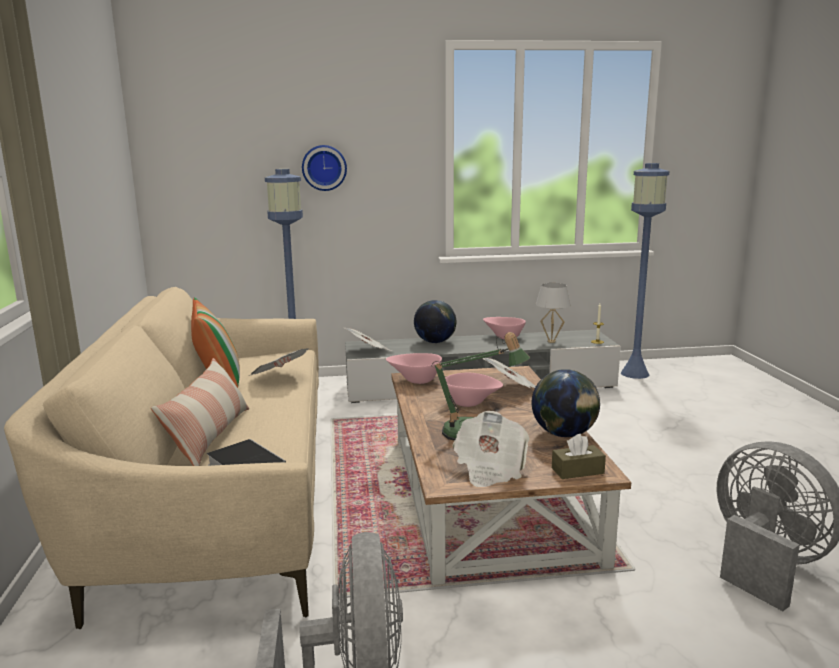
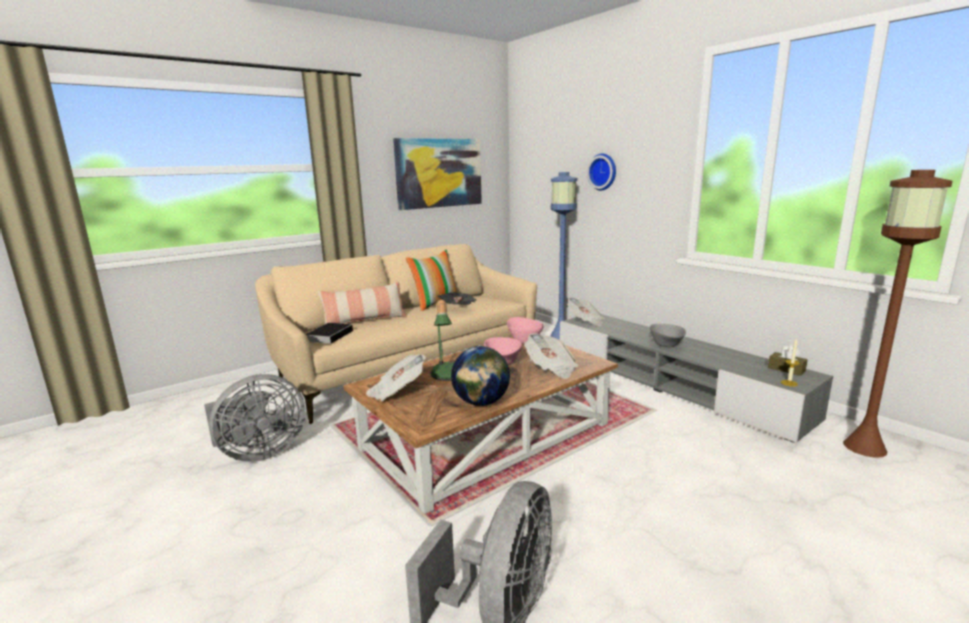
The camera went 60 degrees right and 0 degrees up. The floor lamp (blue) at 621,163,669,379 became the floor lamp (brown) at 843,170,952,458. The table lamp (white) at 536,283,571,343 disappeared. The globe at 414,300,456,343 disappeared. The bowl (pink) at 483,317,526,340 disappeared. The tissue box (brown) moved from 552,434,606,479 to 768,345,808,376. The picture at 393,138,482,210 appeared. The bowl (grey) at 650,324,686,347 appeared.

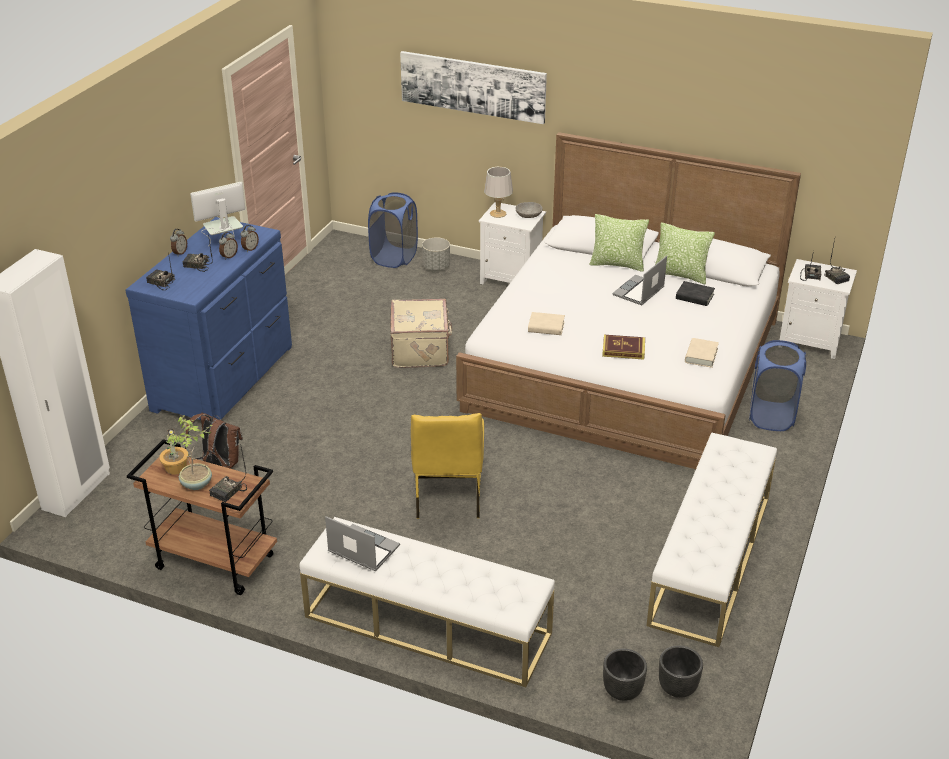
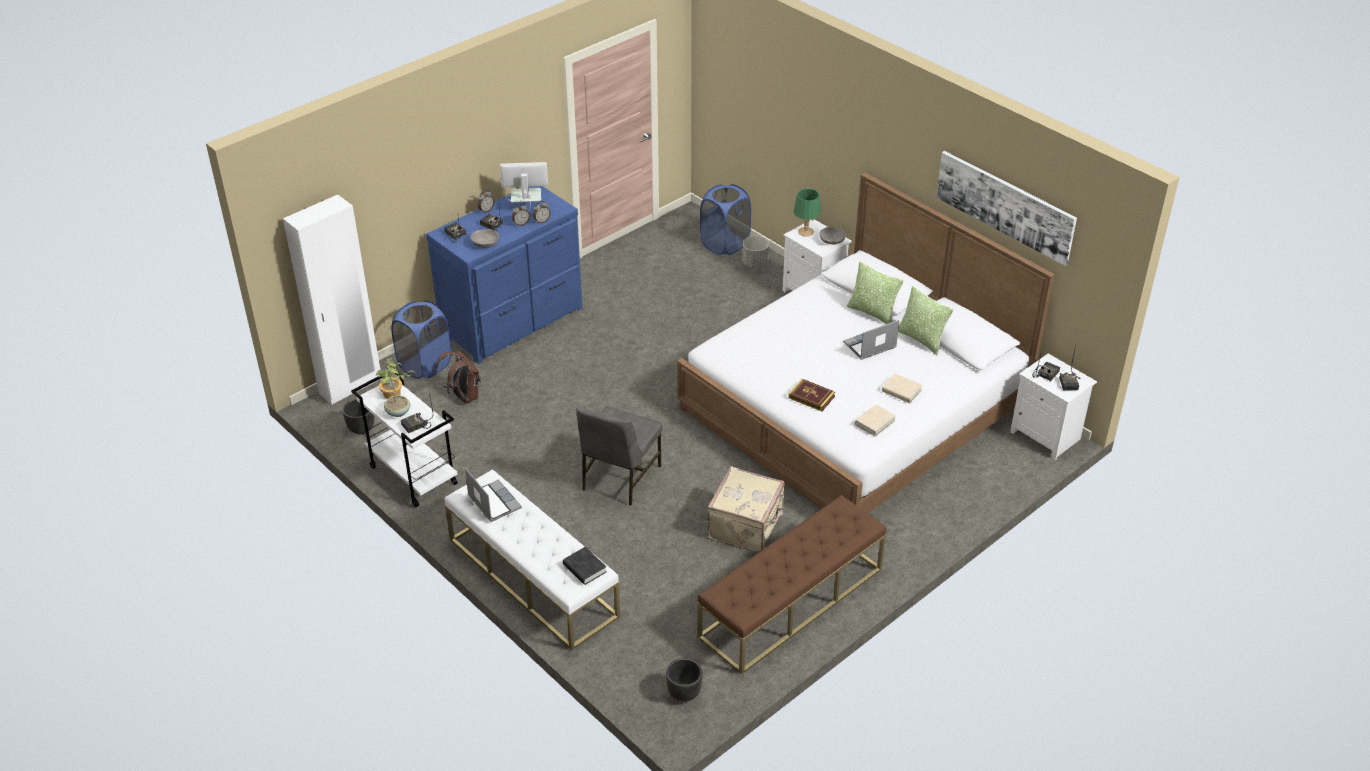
The camera went 25 degrees right and 5 degrees up. The picture moved from 400,51,547,124 to 936,151,1077,266. The table lamp (grey) at 484,167,513,218 became the table lamp (green) at 793,188,821,237. The book (black) moved from 676,281,715,306 to 563,547,606,585. The suitcase (beige) moved from 390,299,452,368 to 707,466,785,553. The book (beige) moved from 528,312,565,335 to 882,374,922,403. The laundry basket (blue) moved from 749,340,806,431 to 391,300,452,379. The chair (yellow) at 411,413,484,519 became the chair (grey) at 576,406,663,506. The bench (white) at 646,433,777,647 became the bench (brown) at 697,495,886,675. The cart (brown) at 127,439,277,595 became the cart (white) at 351,373,458,507. The planter (black) moved from 603,648,647,701 to 342,399,375,434. The bowl (grey) at 471,229,499,248 appeared.

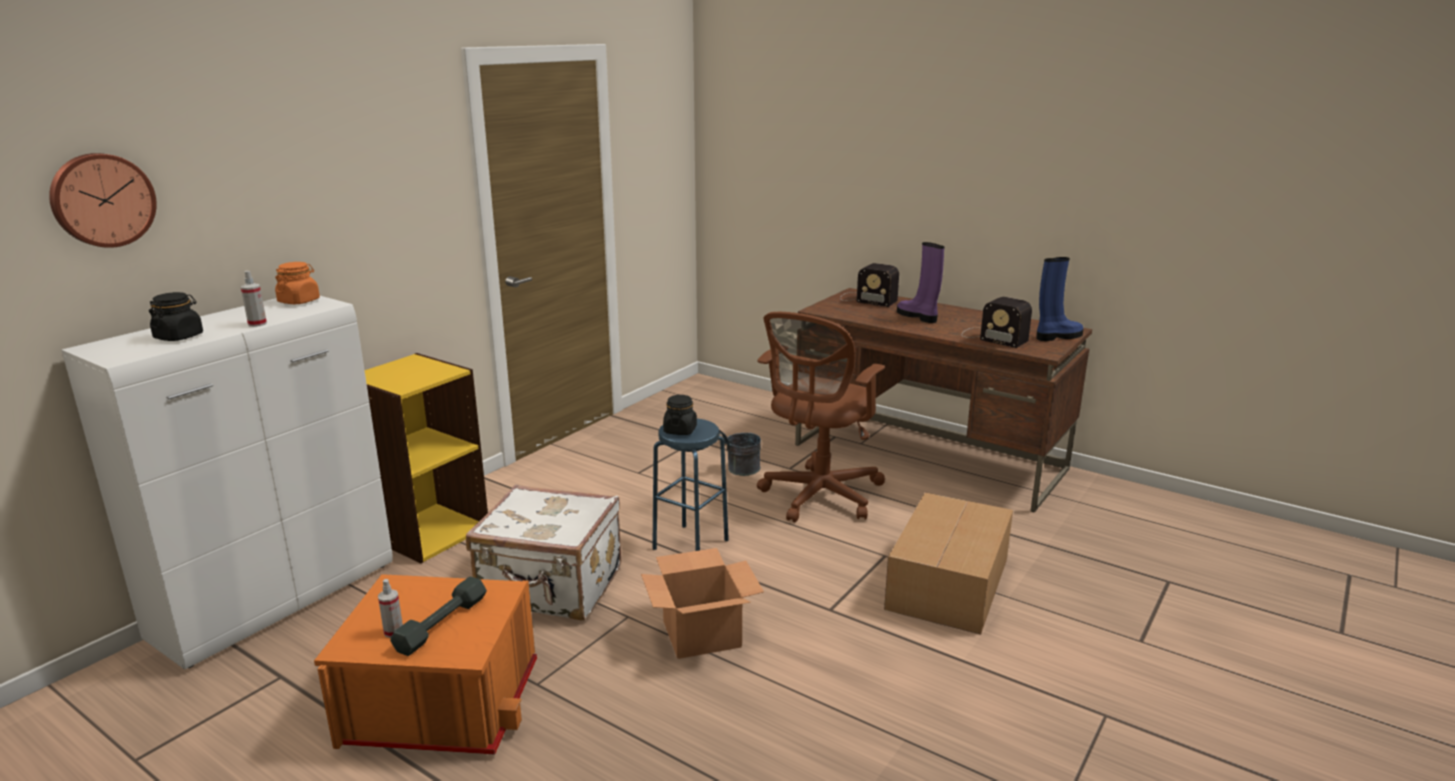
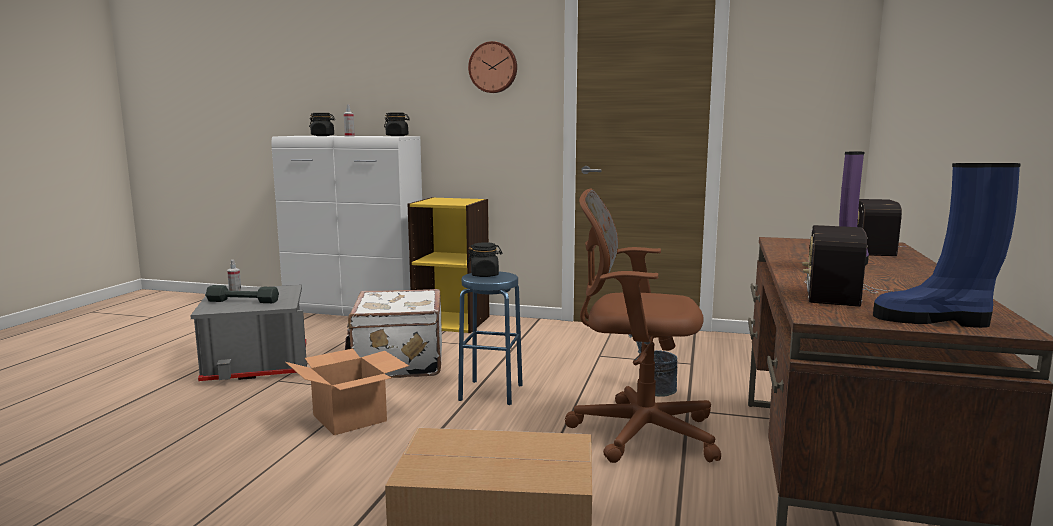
The camera went 70 degrees right and 10 degrees down. The wall clock moved from 49,153,157,248 to 468,41,517,93. The boot (blue) at 1036,257,1084,341 turned 150 degrees clockwise. The jar (orange) at 275,262,320,304 became the jar (black) at 384,113,410,136. The storage box (orange) at 314,574,537,755 became the storage box (grey) at 190,285,307,381.

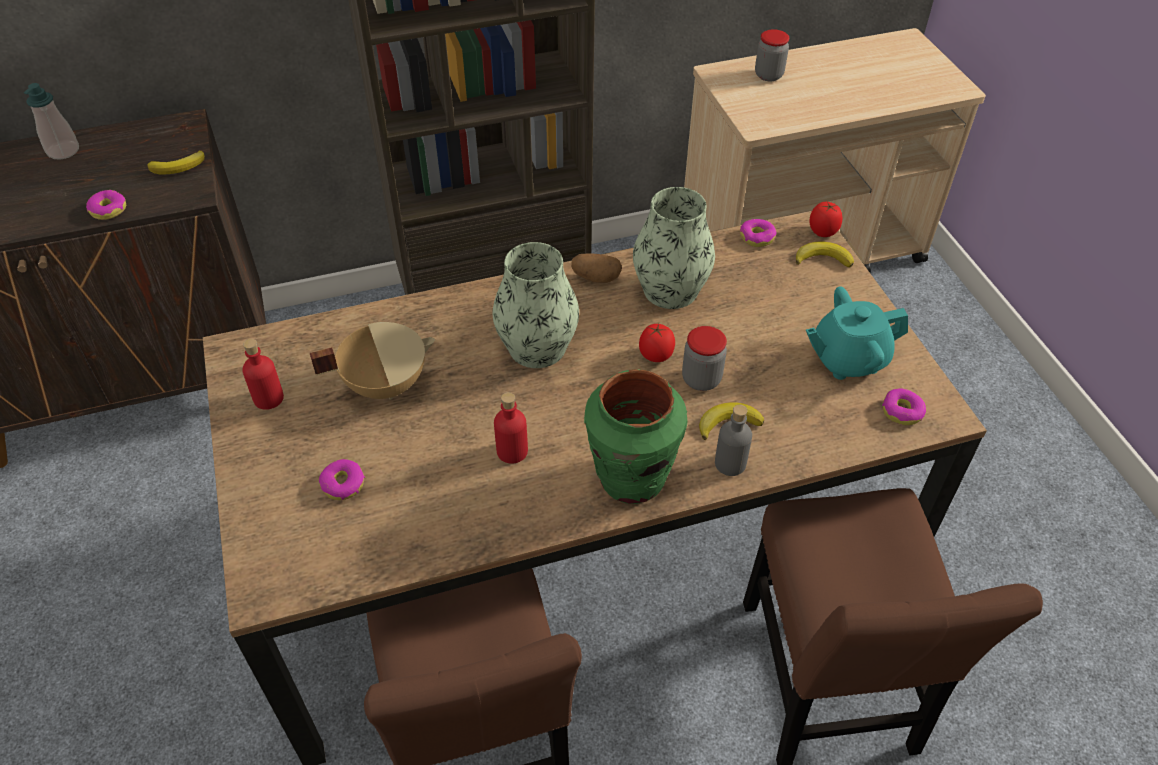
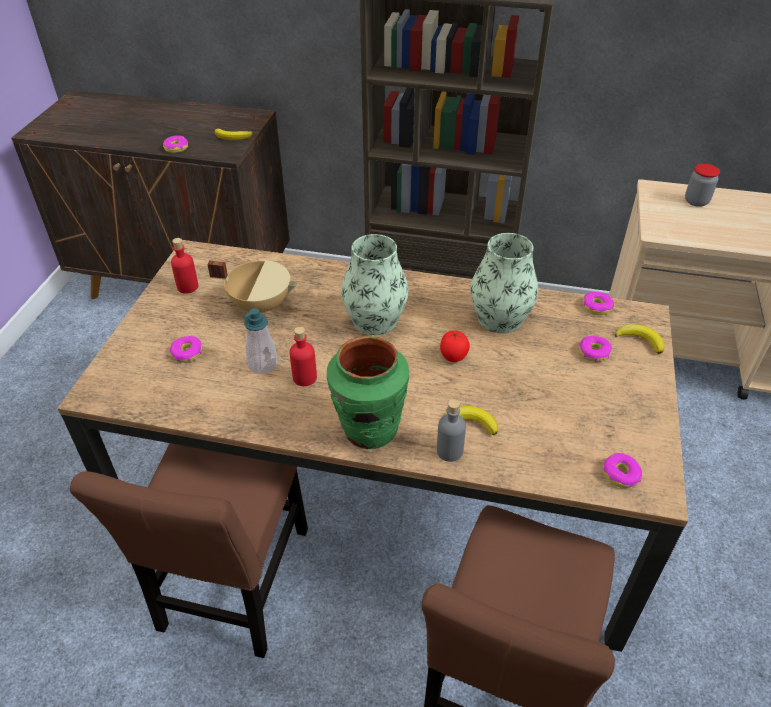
The camera went 30 degrees right and 5 degrees down. The soap dispenser moved from 24,83,79,160 to 243,308,277,374. The tomato at 809,202,842,237 disappeared. The potato at 571,254,622,283 disappeared. The teapot (turquoise) at 806,286,908,380 disappeared. The jar at 682,326,727,391 disappeared. The donut at 579,336,612,362 appeared.

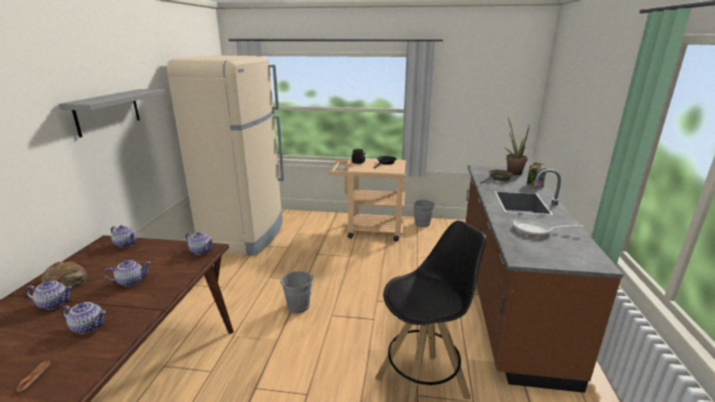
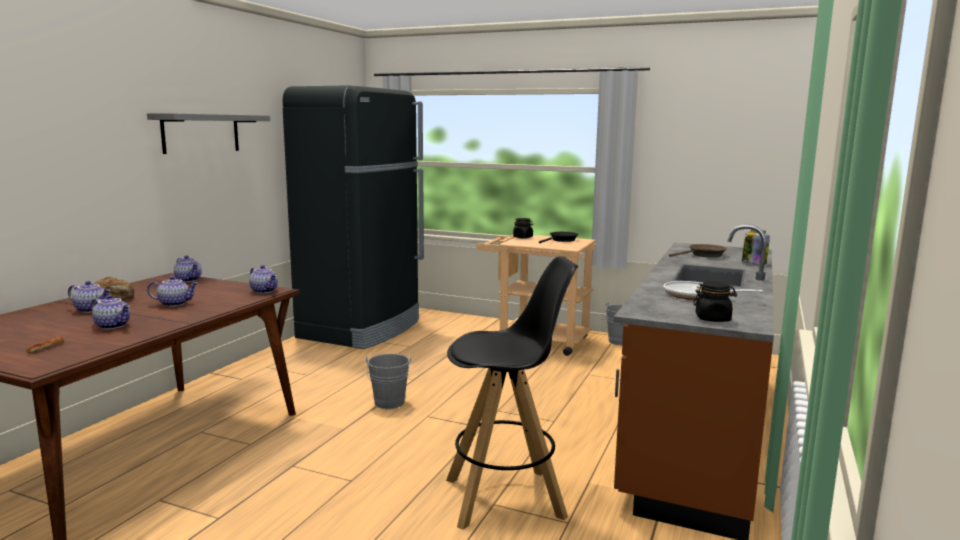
The camera went 15 degrees right and 10 degrees down. The fridge (beige) at 167,56,284,255 became the fridge (black) at 283,85,424,349. The potted plant at 505,118,530,175 disappeared. The jar (black) at 693,281,737,322 appeared.

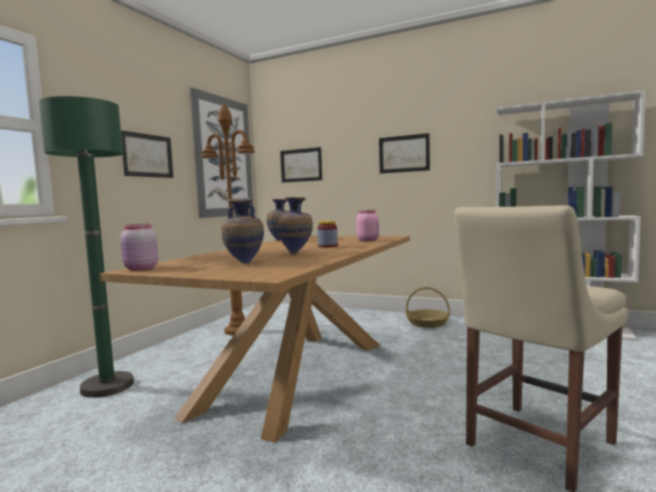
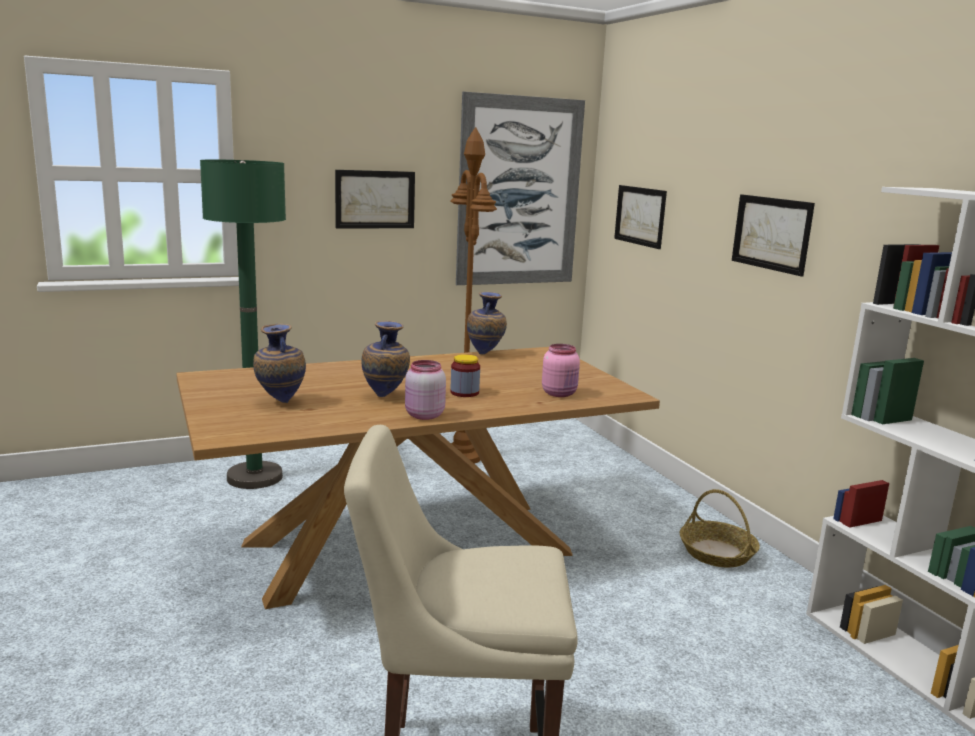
The camera went 40 degrees right and 10 degrees up. The jar (pink) moved from 120,224,158,271 to 405,360,446,420.

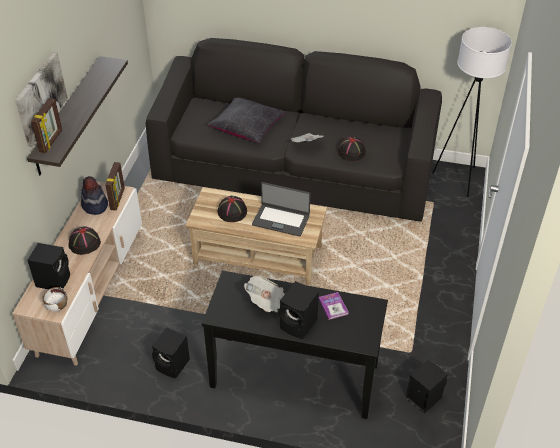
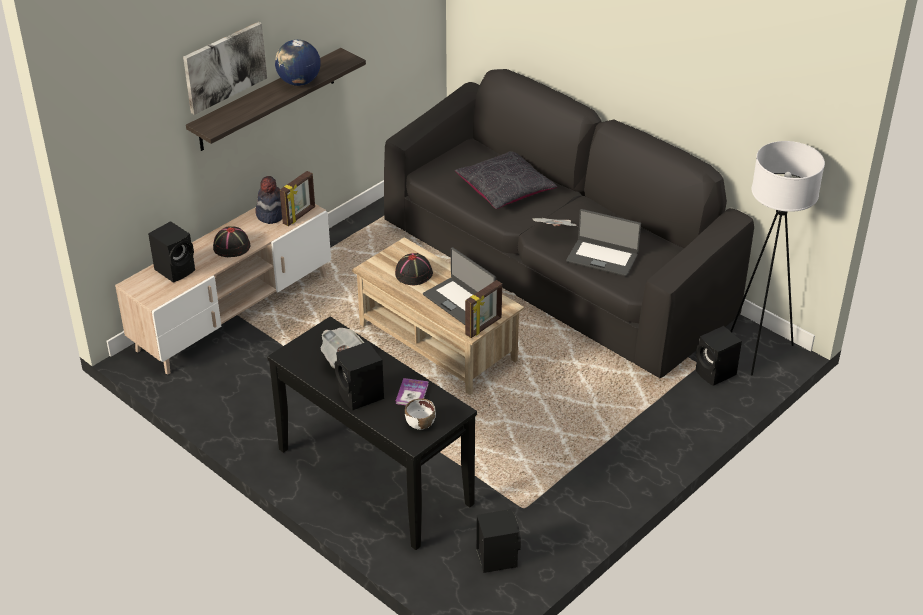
The camera went 30 degrees right and 5 degrees down. The picture frame moved from 31,98,62,153 to 465,280,502,338. The hat (black) at 338,137,366,161 was replaced by the laptop at 566,209,641,276. The bowl (white) moved from 42,287,68,312 to 405,398,436,430. The speaker (black) moved from 152,327,190,378 to 696,326,742,386. The globe at 275,40,321,86 appeared.

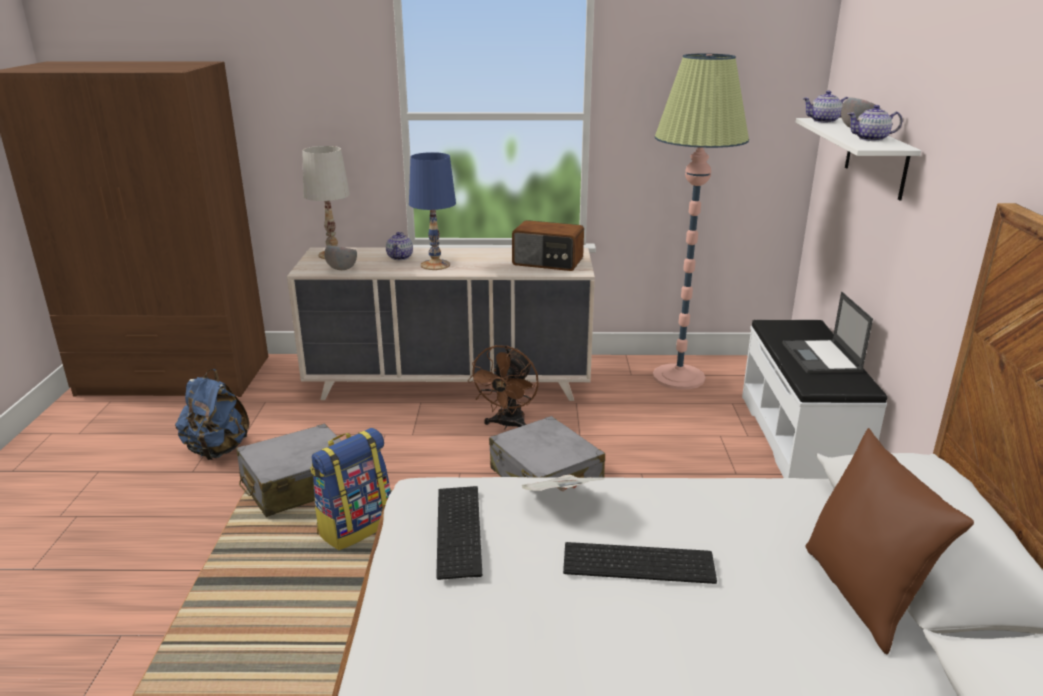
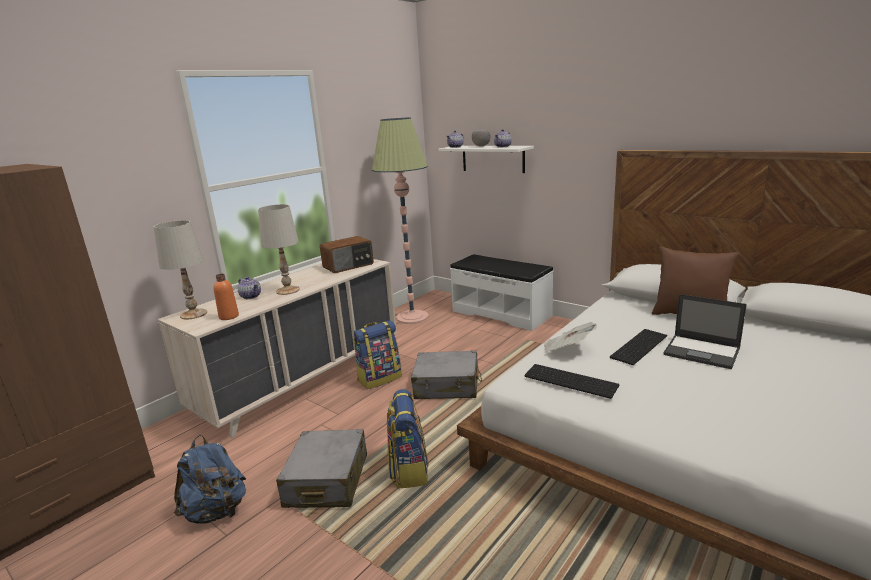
The camera went 50 degrees left and 5 degrees down. The table lamp (blue) at 409,152,456,270 became the table lamp (white) at 258,204,300,295. The bowl (grey) at 324,245,357,270 was replaced by the bottle (orange) at 214,274,239,320. The laptop moved from 782,292,873,373 to 663,294,747,369. The fan (brown) at 468,345,539,429 was replaced by the backpack at 353,320,402,389.

